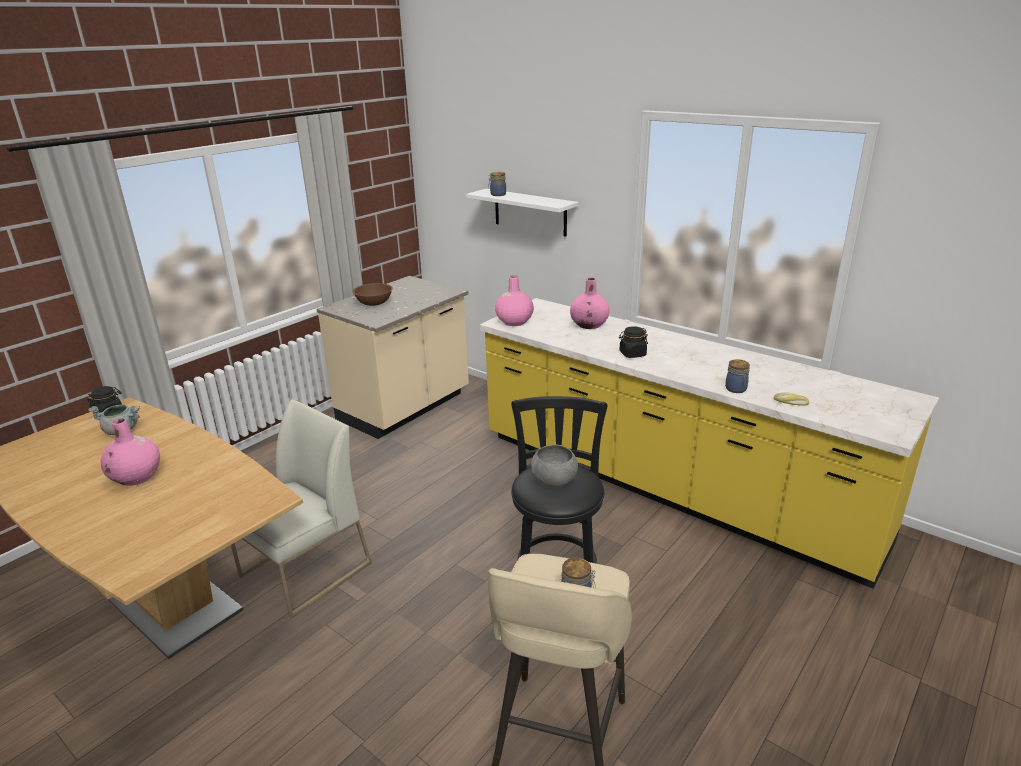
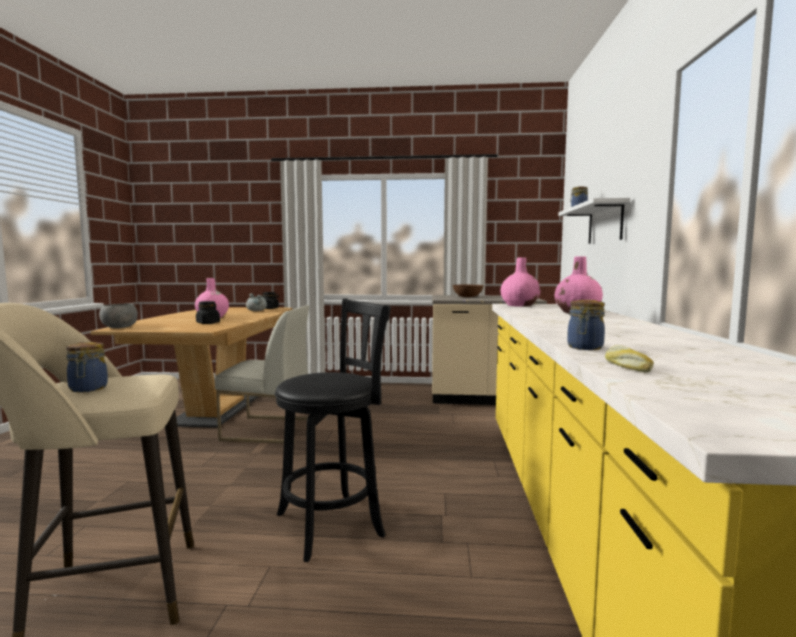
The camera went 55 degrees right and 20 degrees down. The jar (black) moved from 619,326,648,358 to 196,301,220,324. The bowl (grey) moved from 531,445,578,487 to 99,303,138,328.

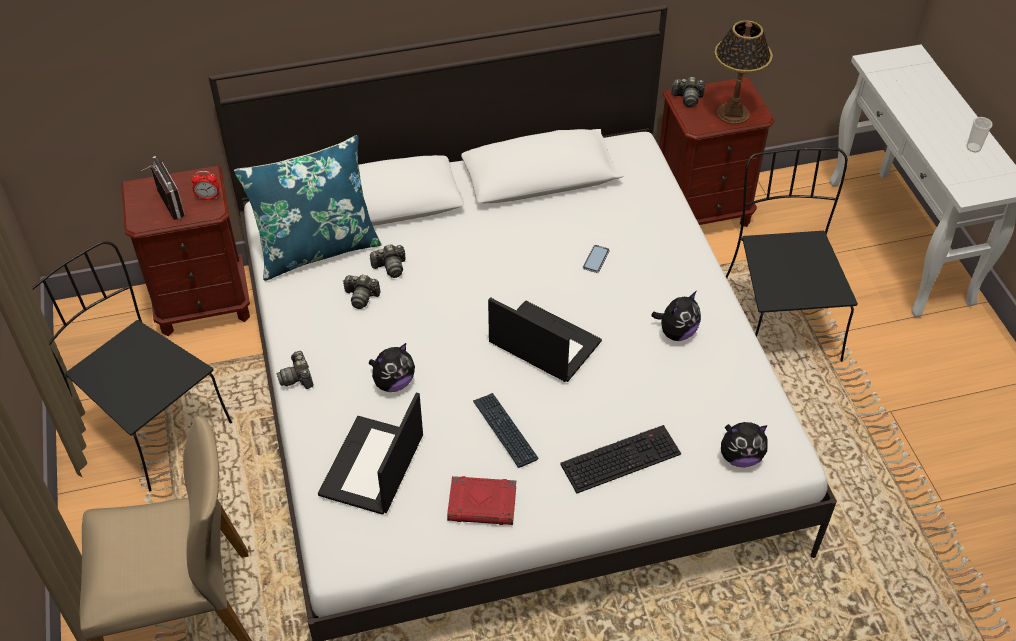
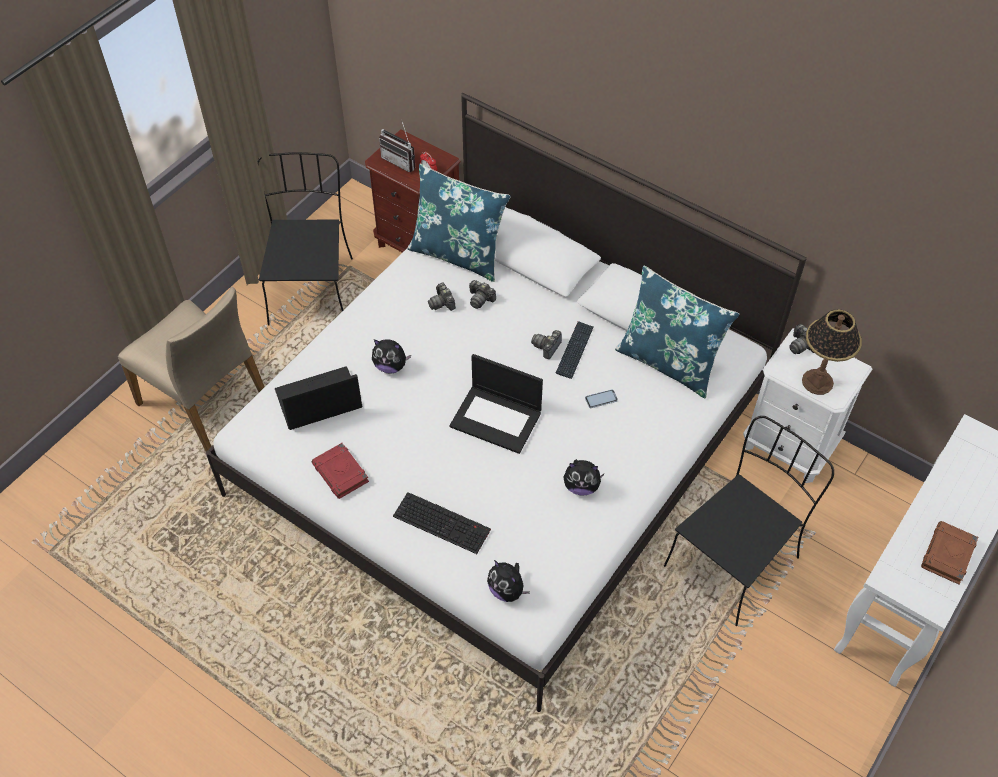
The camera went 50 degrees right and 5 degrees up. The nightstand (brown) at 659,77,775,227 became the nightstand (white) at 743,328,872,483. The cup at 967,117,993,152 was replaced by the book (brown) at 921,521,978,585. The radio at 141,156,185,220 turned 105 degrees clockwise. The laptop at 488,297,602,382 turned 120 degrees clockwise. The photo camera moved from 277,351,313,389 to 531,330,562,359. The keyboard moved from 473,393,539,468 to 556,321,594,379. The pillow (blue) at 615,266,740,398 appeared.

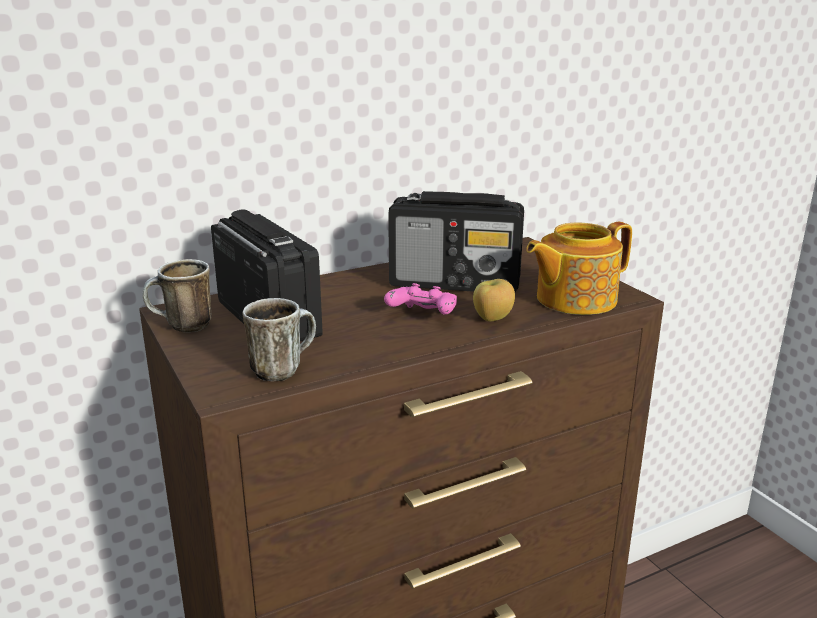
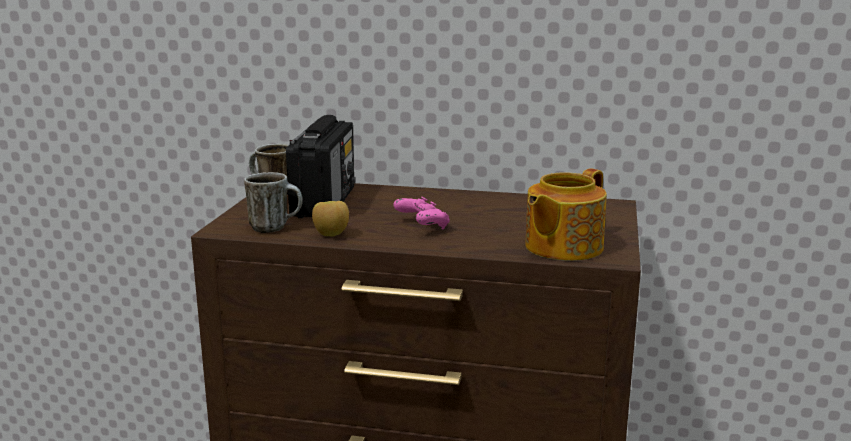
The camera went 40 degrees right and 5 degrees down. The radio at 388,191,524,292 disappeared. The teapot at 526,222,632,315 turned 60 degrees counterclockwise. The apple moved from 473,279,515,322 to 312,201,349,236.

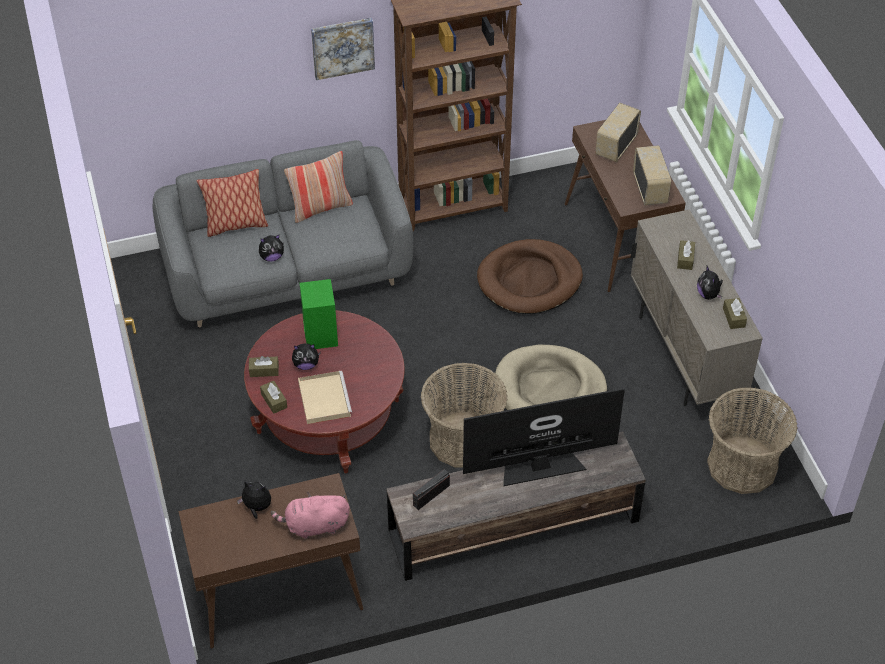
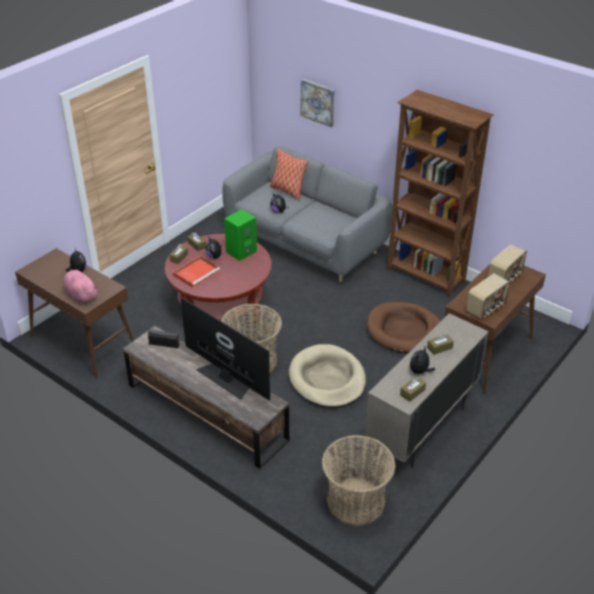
The camera went 55 degrees right and 10 degrees down. The picture moved from 311,18,375,80 to 301,79,335,128. The radio at 595,103,641,162 turned 135 degrees clockwise. The pillow at 284,151,353,223 disappeared. The tray (beige) at 298,371,352,424 became the tray (red) at 173,256,220,288.

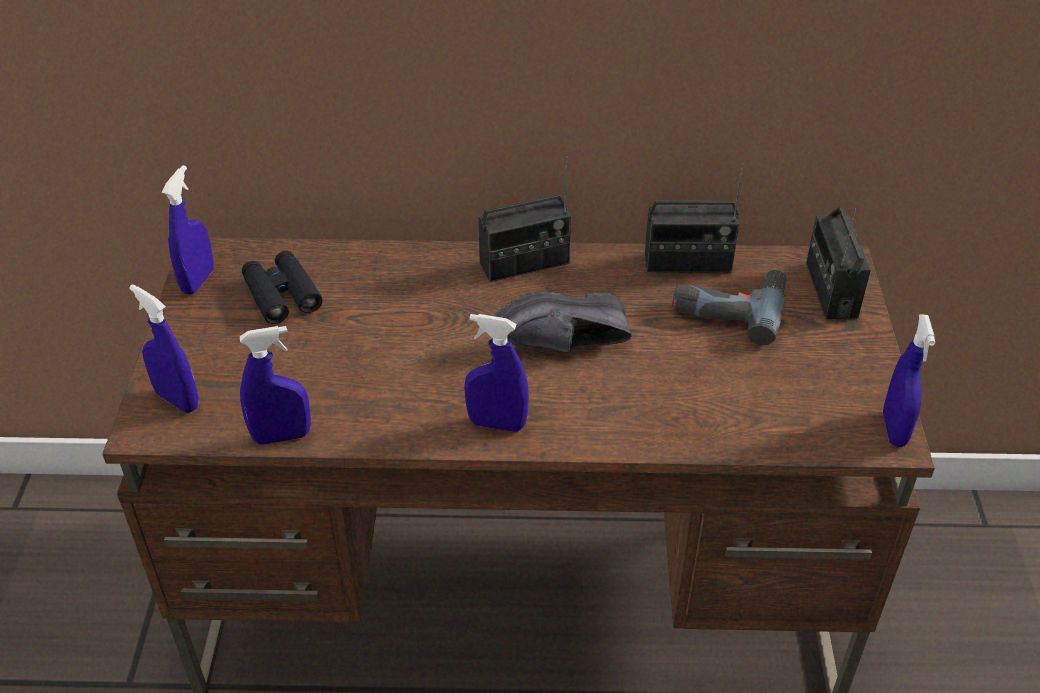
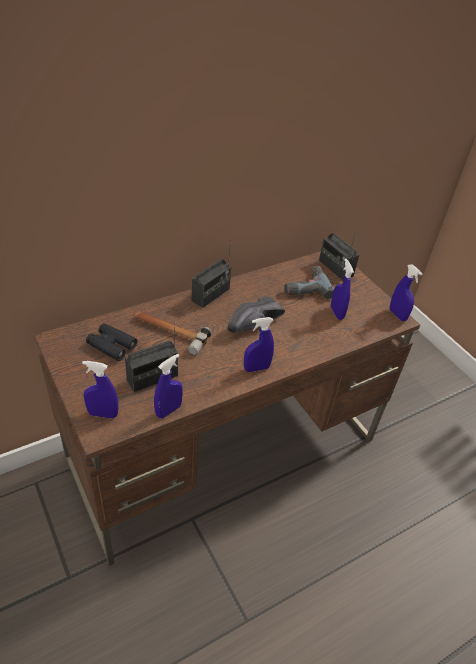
The camera went 35 degrees left and 0 degrees up. The radio moved from 645,163,744,273 to 125,323,178,392. The spray bottle (blue) moved from 162,165,214,295 to 331,259,354,320. The hammer at 134,312,212,355 appeared.

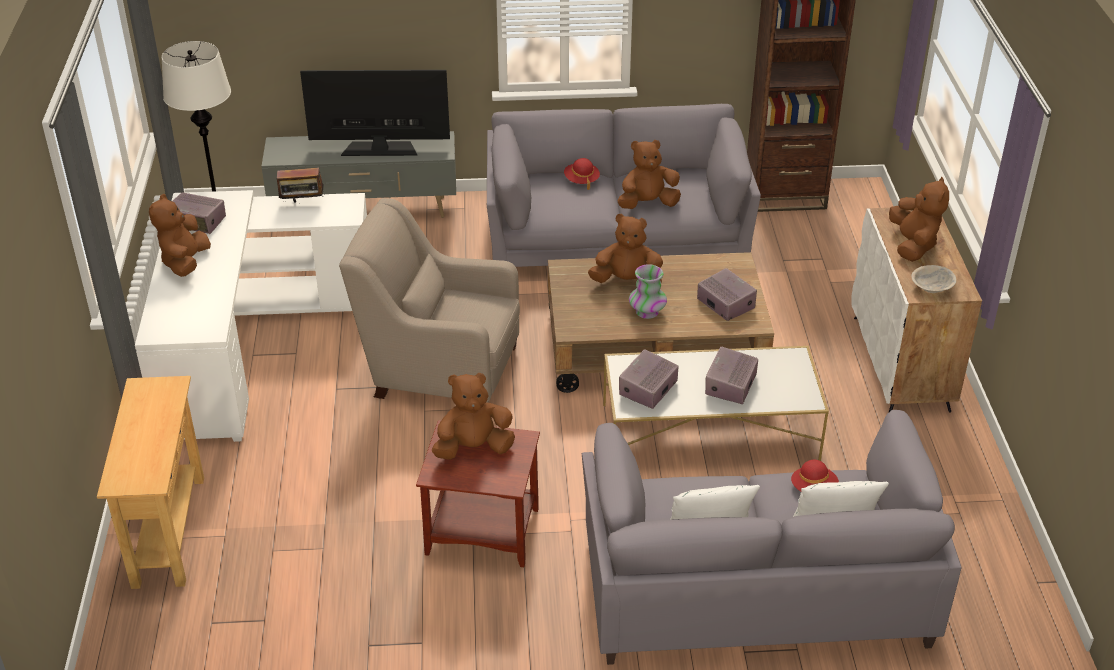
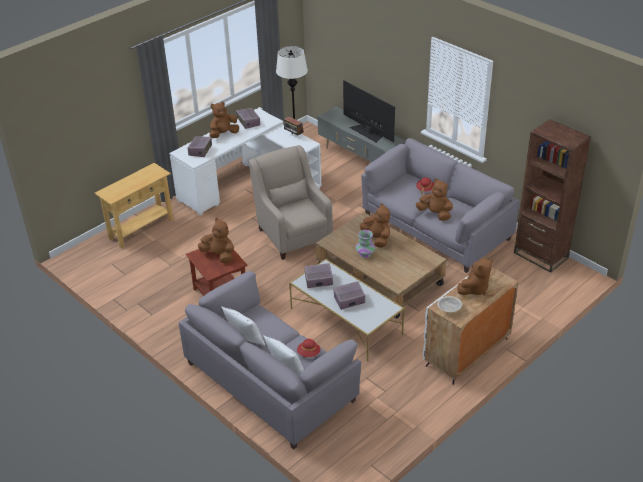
The camera went 50 degrees right and 0 degrees up. The radio moved from 697,268,757,321 to 188,136,212,157.

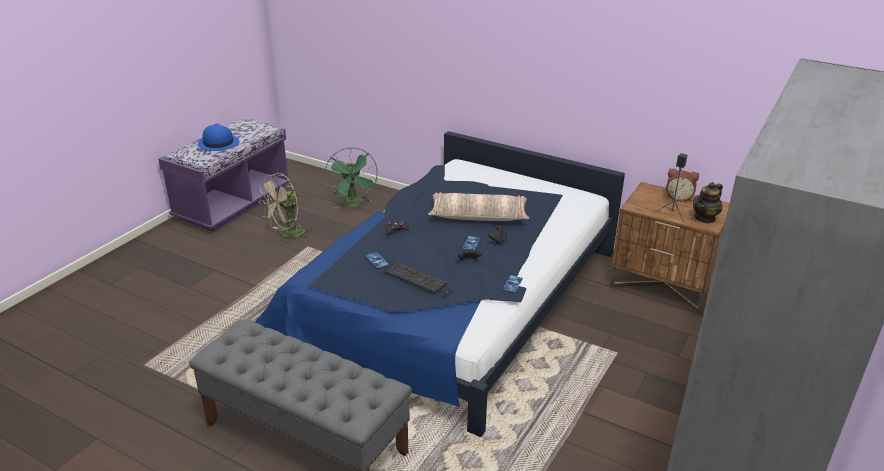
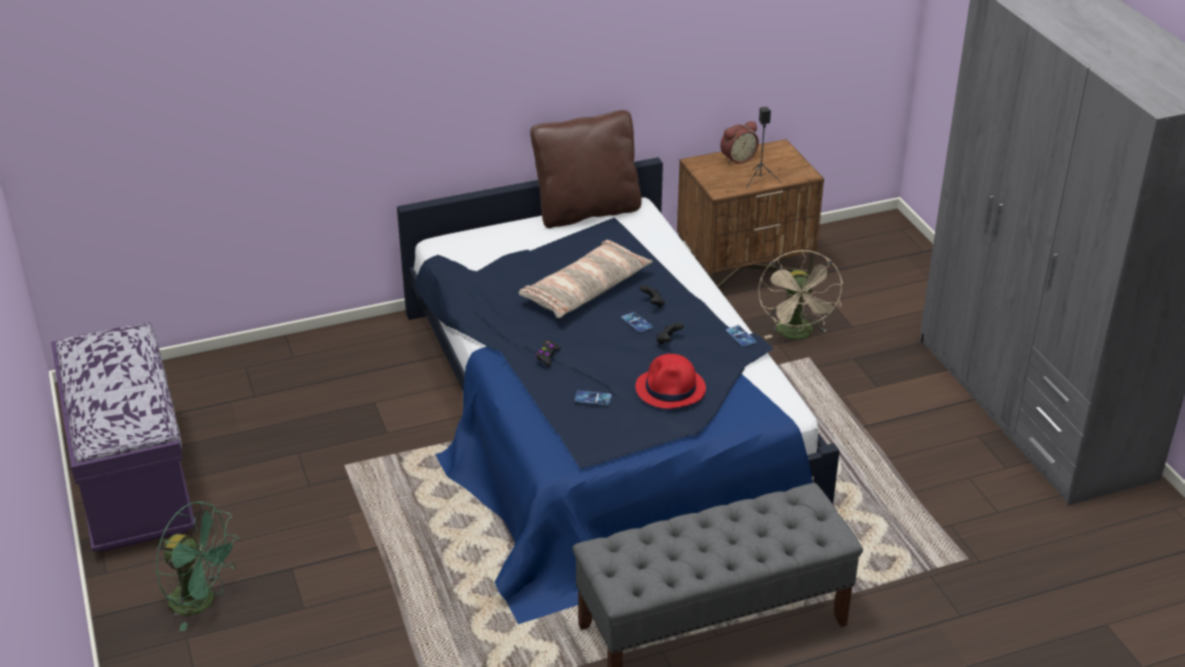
The camera went 50 degrees left and 5 degrees up. The hat (blue) at 198,123,239,151 disappeared. The fan (green) moved from 325,147,378,209 to 156,501,240,631. The fan (beige) moved from 259,173,313,241 to 758,250,843,340. The teapot at 693,182,723,224 disappeared. The keyboard at 385,262,454,304 was replaced by the hat (red) at 635,354,706,409. The pillow (brown) at 530,110,642,228 appeared.

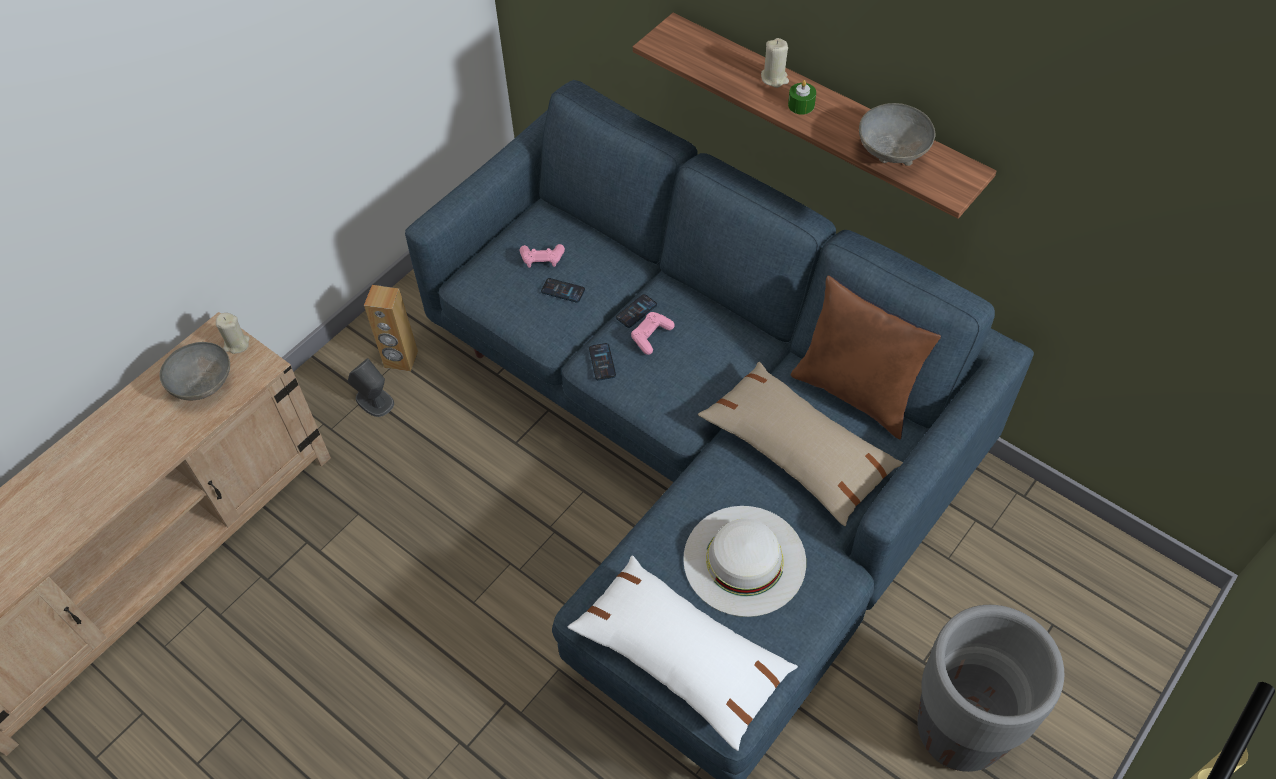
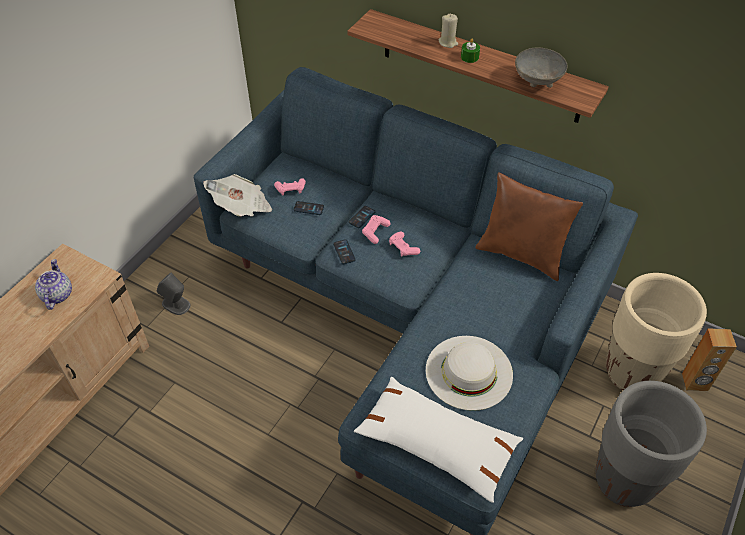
The camera went 10 degrees left and 5 degrees down. The speaker (brown) moved from 364,285,418,371 to 682,328,737,391. The candle (beige) at 216,313,250,354 disappeared. The bowl (grey) at 159,342,230,400 was replaced by the teapot at 35,259,72,310. The pillow (beige) at 698,362,903,526 disappeared. The newspaper at 203,174,272,216 appeared. The game controller (pink) at 389,231,420,257 appeared. The planter (beige) at 606,273,707,390 appeared.

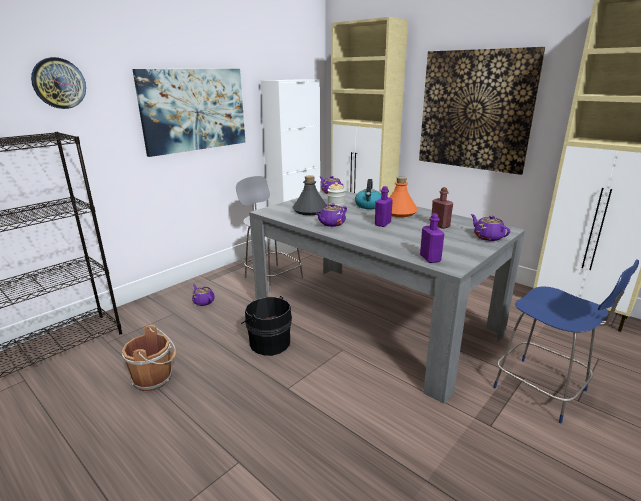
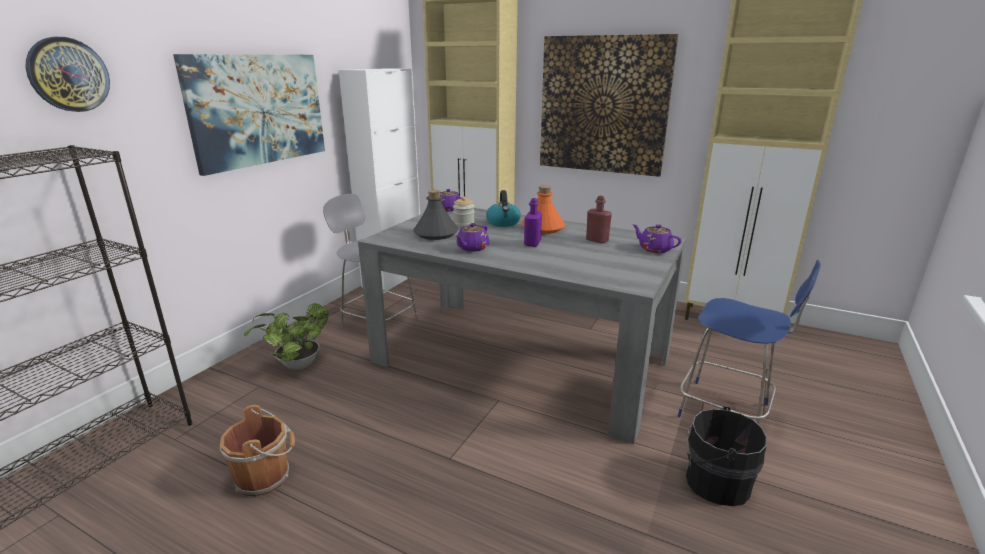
The camera went 15 degrees left and 0 degrees up. The bottle (purple) at 420,213,445,263 disappeared. The teapot (purple) at 192,284,215,306 was replaced by the potted plant at 244,304,329,370. The bucket (black) moved from 241,296,292,356 to 686,406,767,506.

